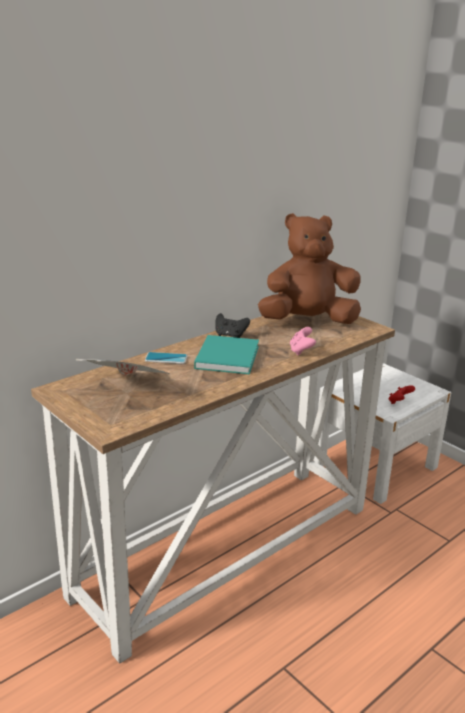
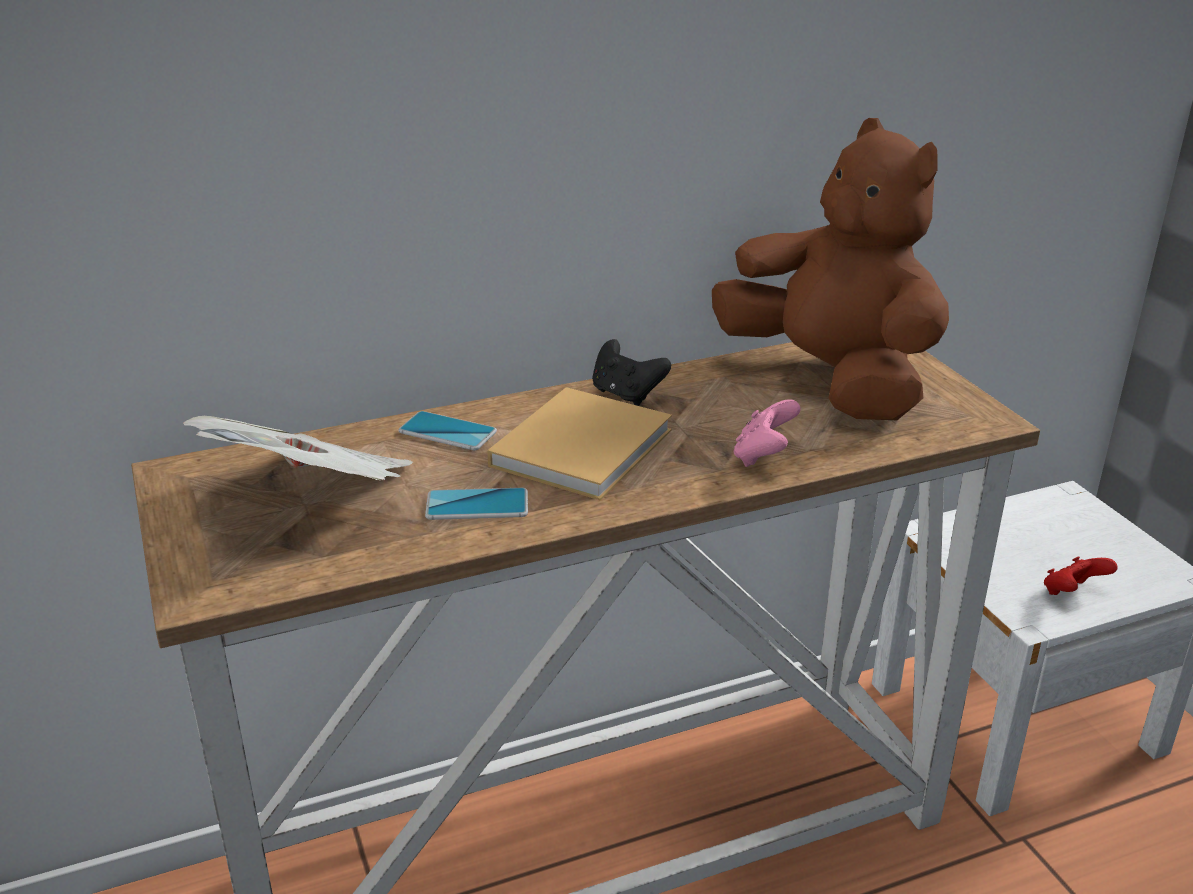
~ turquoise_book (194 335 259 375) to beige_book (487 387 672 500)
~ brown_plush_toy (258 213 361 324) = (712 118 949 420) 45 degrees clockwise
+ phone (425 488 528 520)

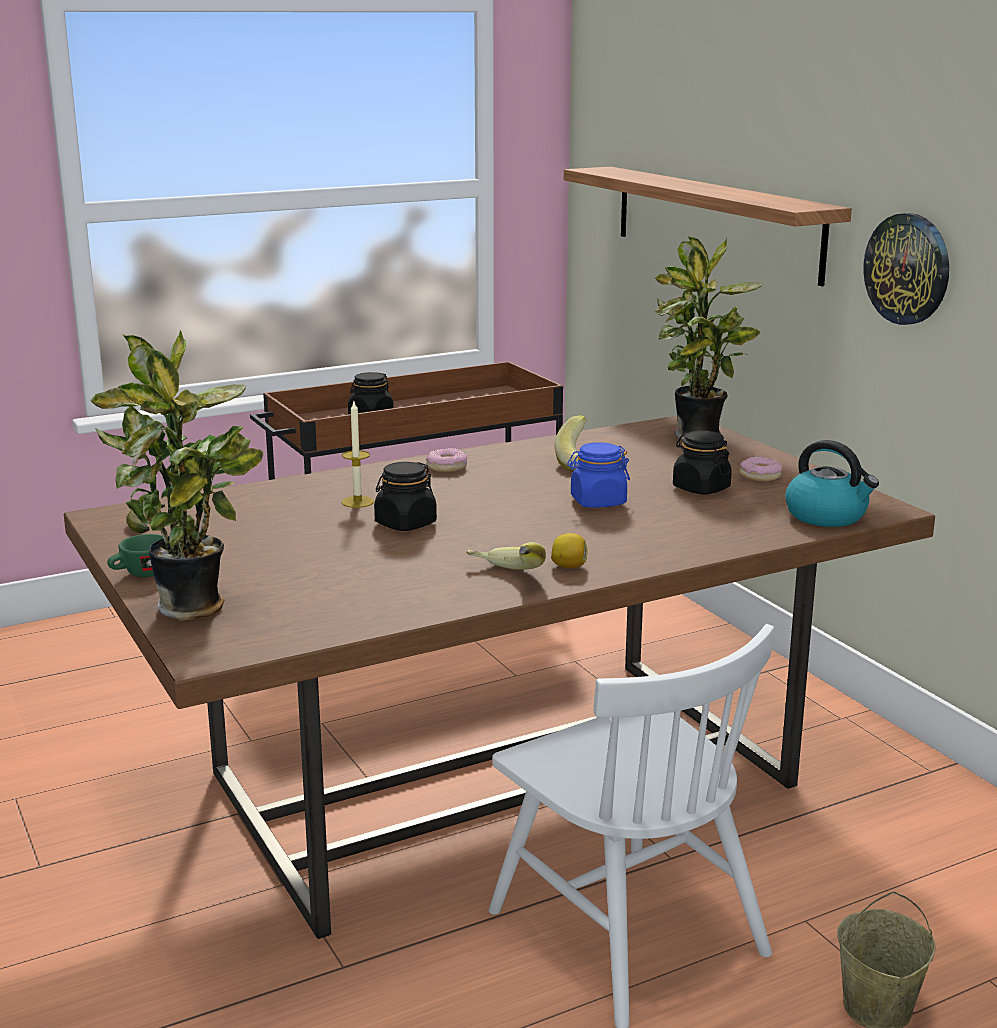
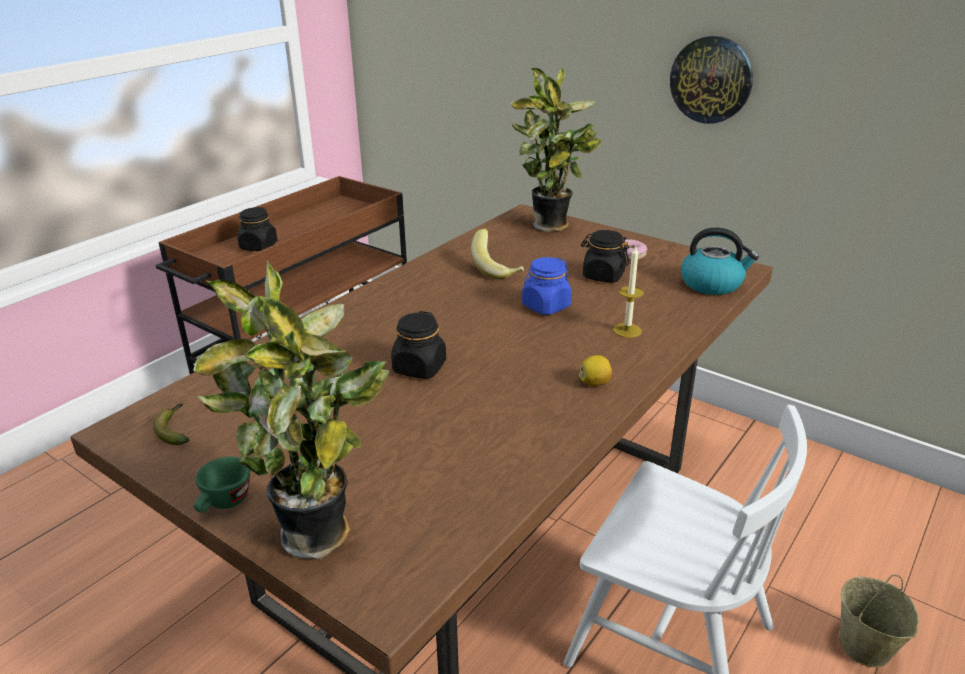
~ candle (341 402 374 508) to (613 247 644 338)
- donut (426 448 468 472)
- banana (466 542 546 570)
- shelf (564 167 852 286)

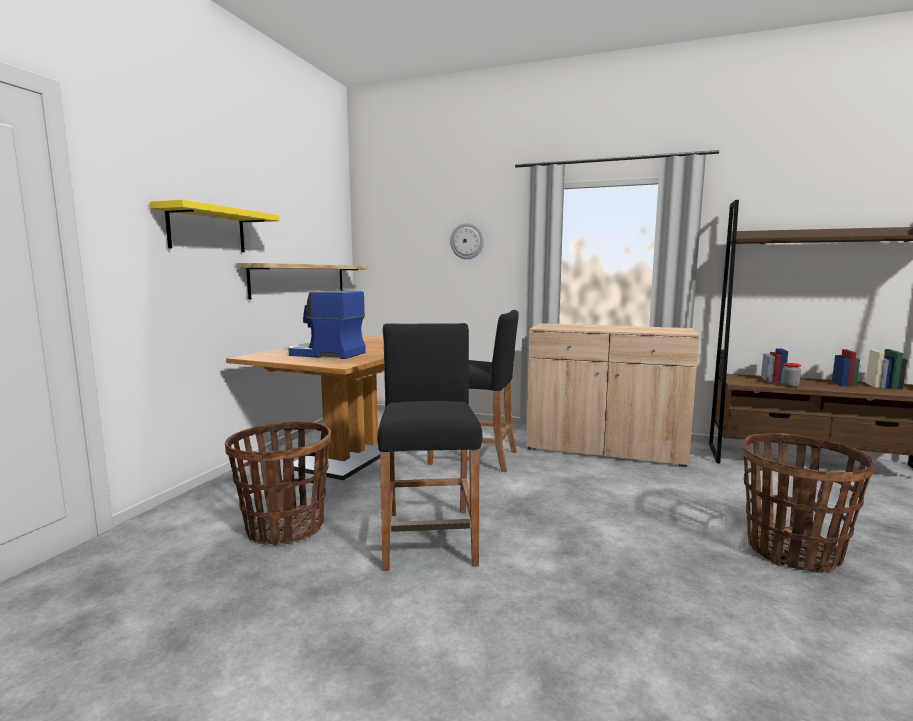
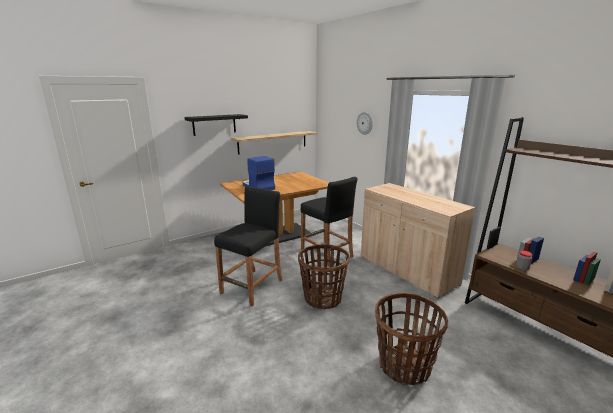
~ yellow_shelf (150 199 280 252) to black_shelf (185 114 248 136)
~ basket (225 421 331 546) to (298 244 349 309)

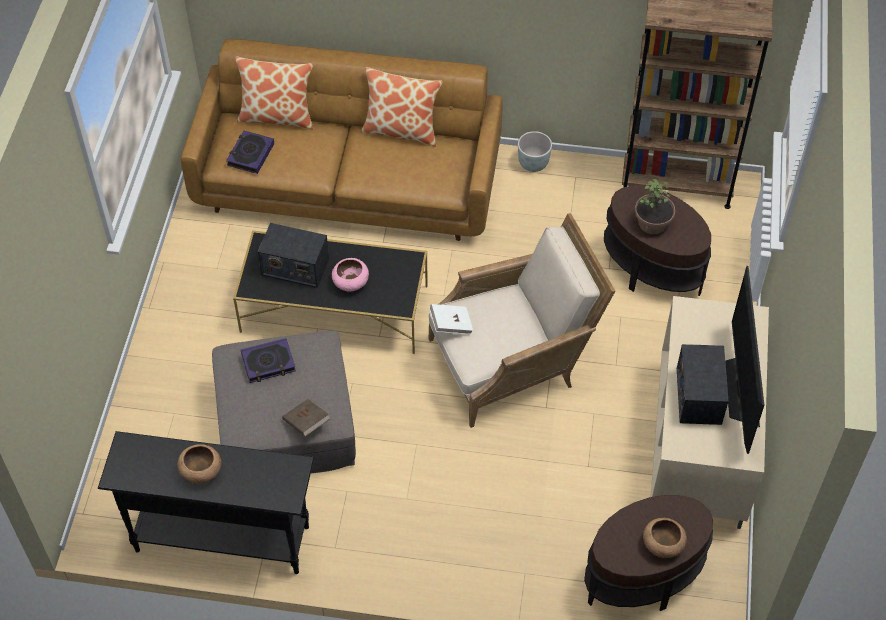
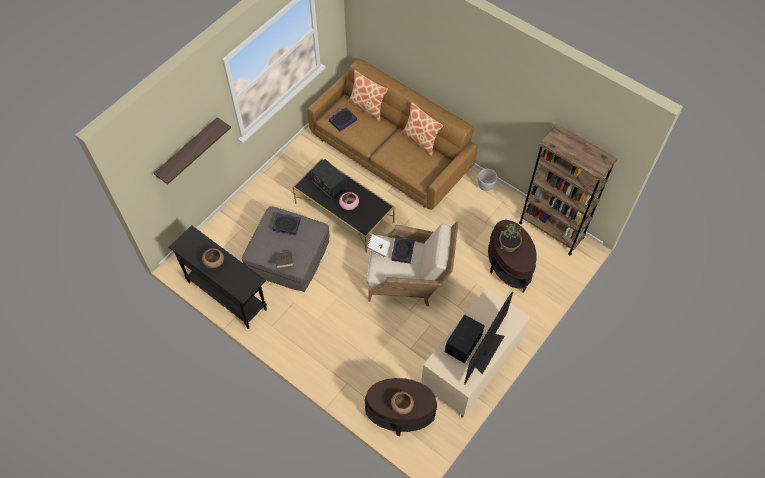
+ shelf (154 117 231 184)
+ book (391 237 415 264)

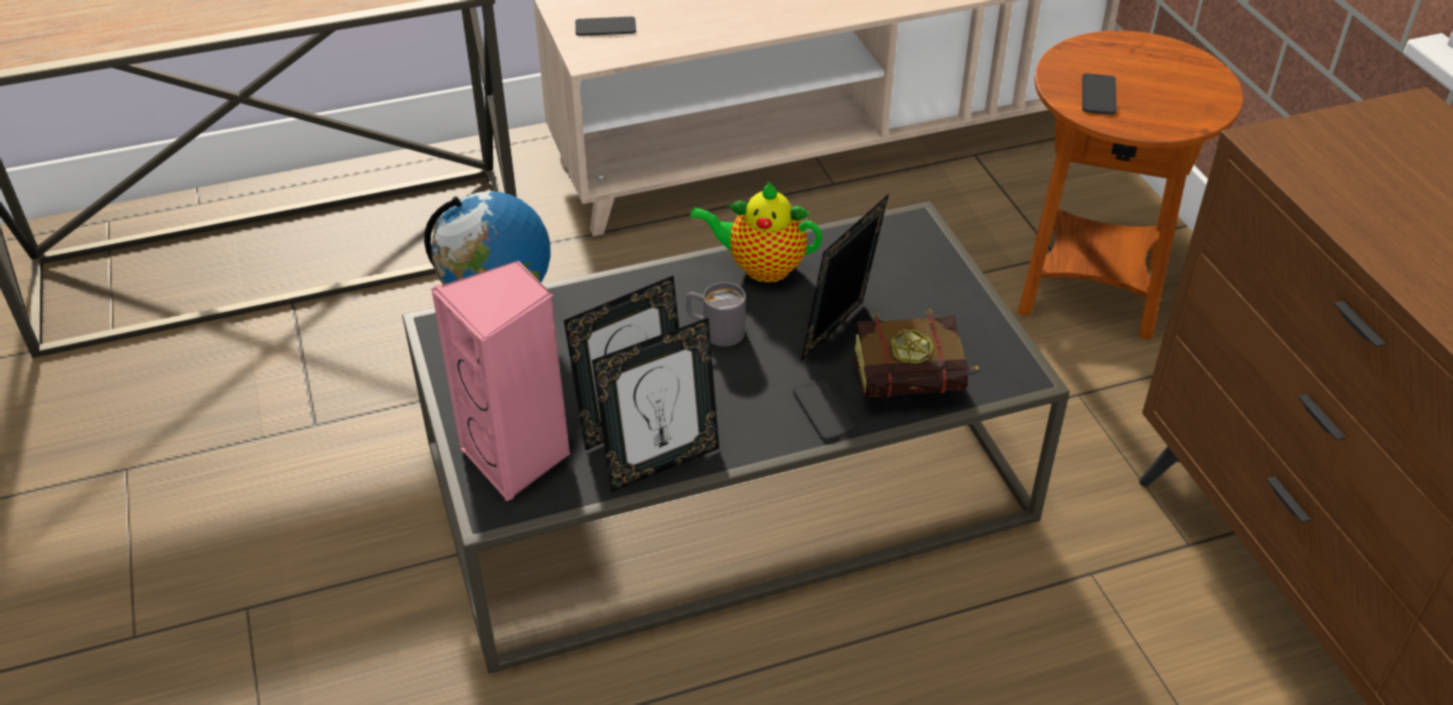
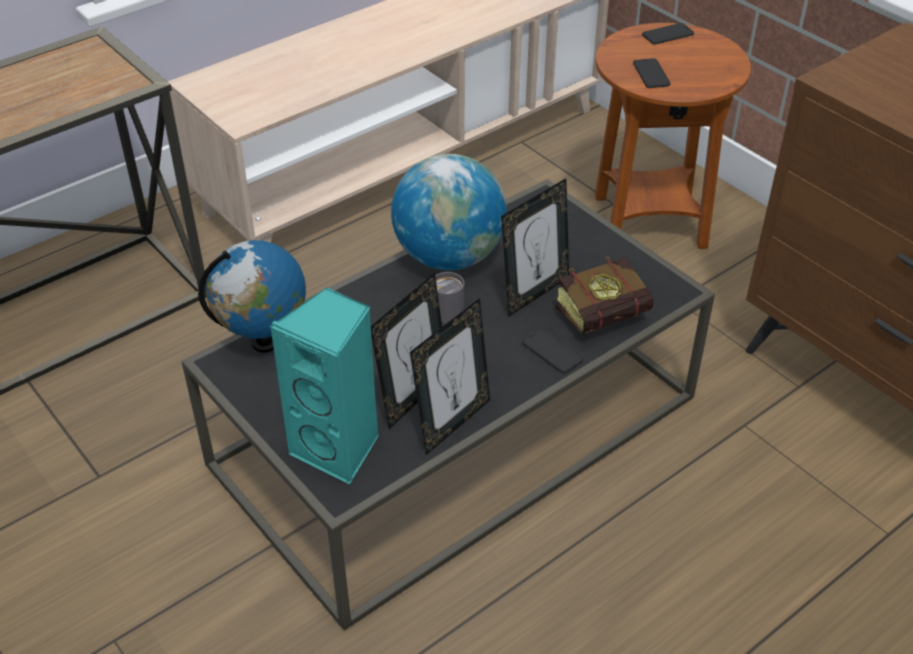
~ pink_speaker (431 260 570 501) to turquoise_speaker (269 287 379 485)
~ phone (575 17 636 36) to (642 23 694 44)
~ teapot (690 182 822 282) to globe (391 154 507 270)
~ picture_frame (801 194 889 361) = (501 178 569 317) 150 degrees counterclockwise

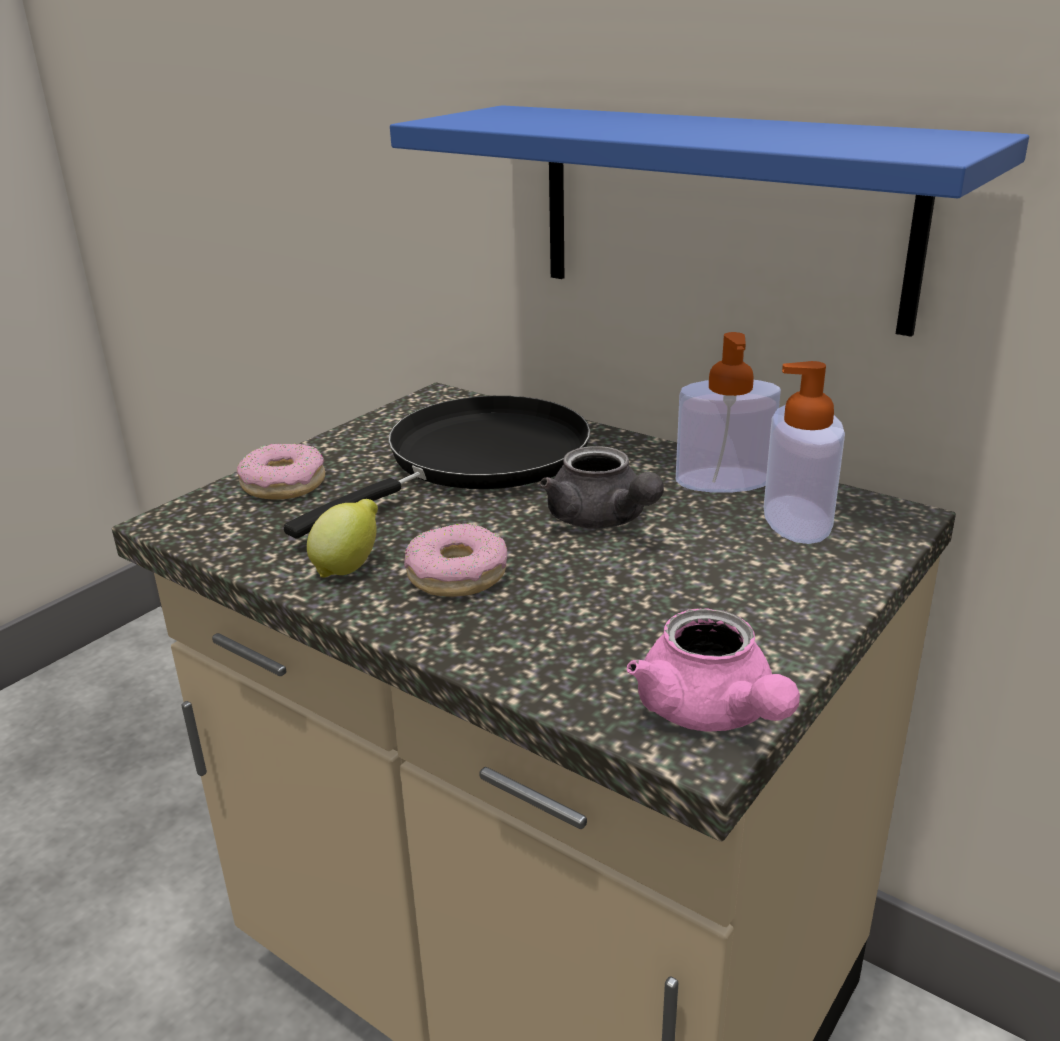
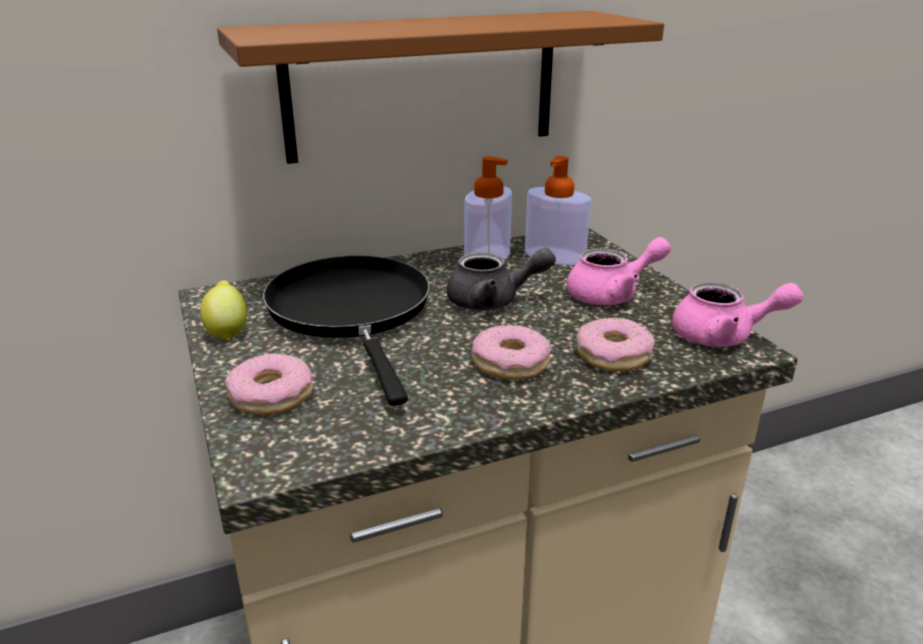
~ lemon (307 499 378 578) to (200 280 247 340)
~ blue_shelf (390 105 1029 337) to brown_shelf (217 11 664 164)
+ pink_teapot (566 237 671 305)
+ donut (576 317 655 371)

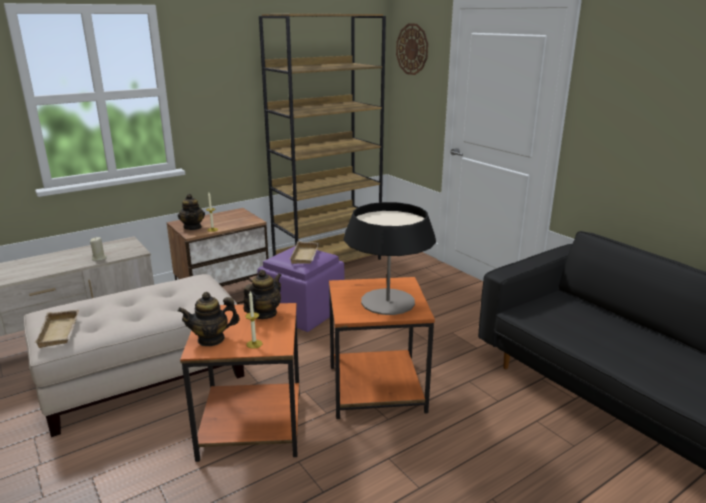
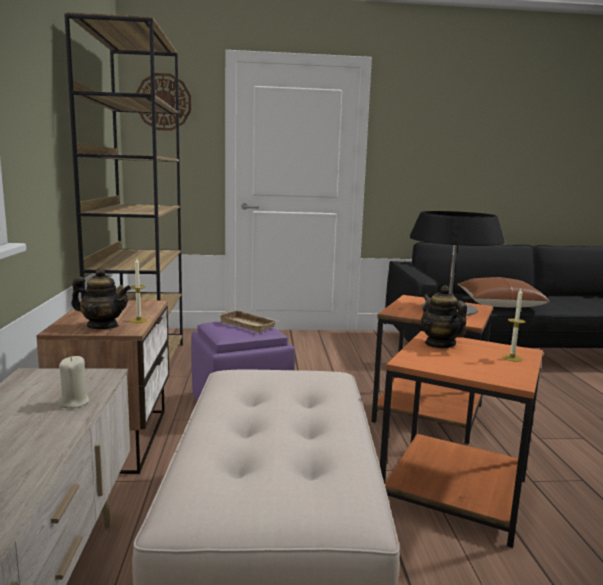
- beige_tray (35 310 79 348)
- teapot (178 292 240 346)
+ brown_pillow (458 277 549 308)

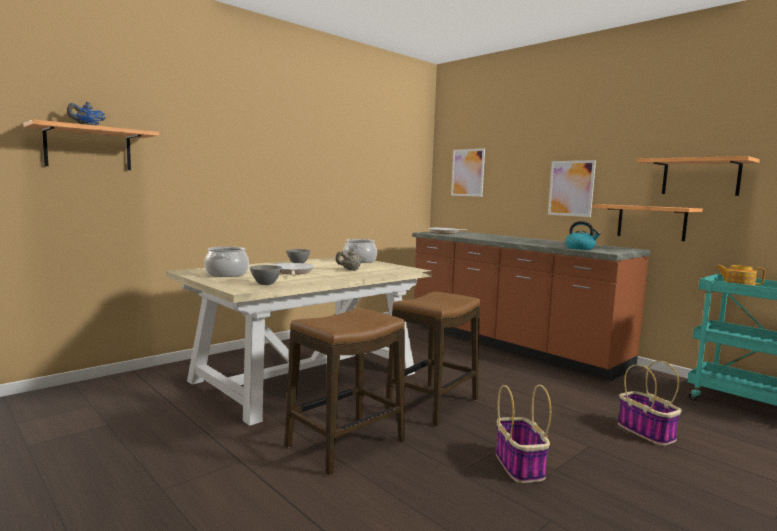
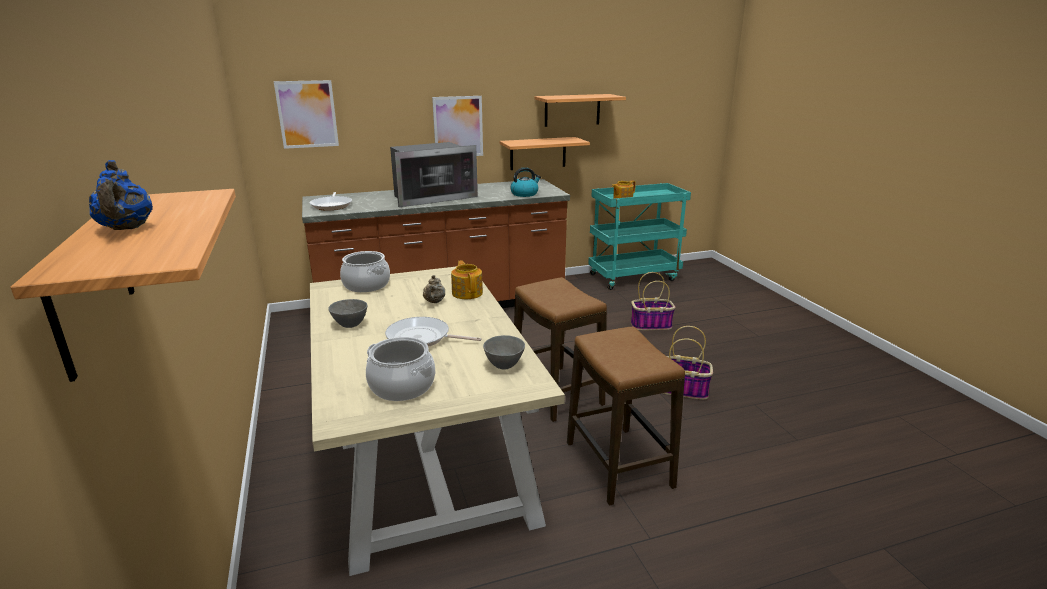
+ microwave (390 142 478 207)
+ teapot (451 260 483 299)

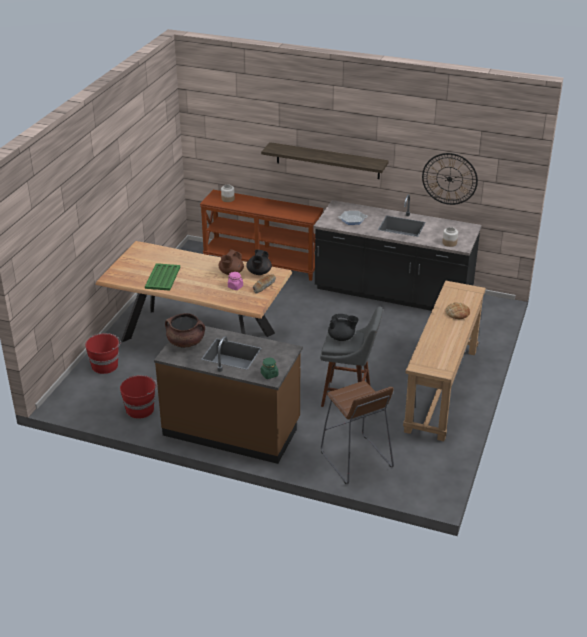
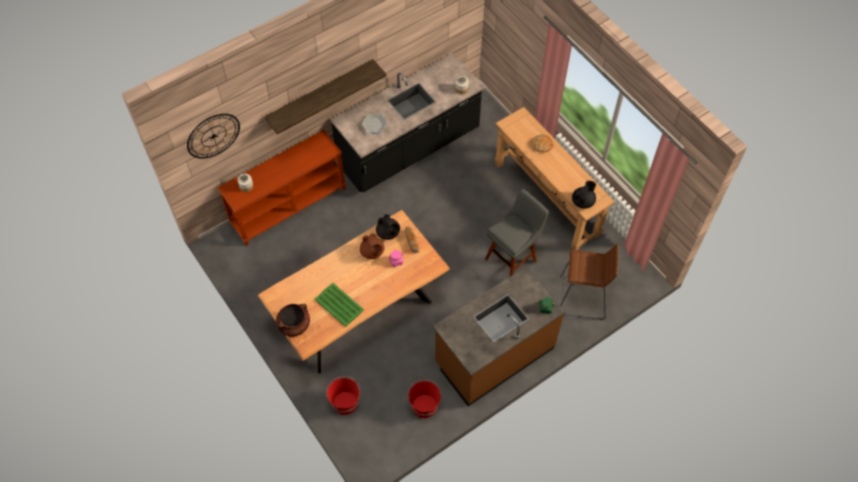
~ brown_cooking_pot (165 313 205 348) to (276 304 310 337)
~ black_teapot (328 314 359 341) to (572 181 596 208)
~ wall_clock (422 153 478 205) to (187 114 240 159)

